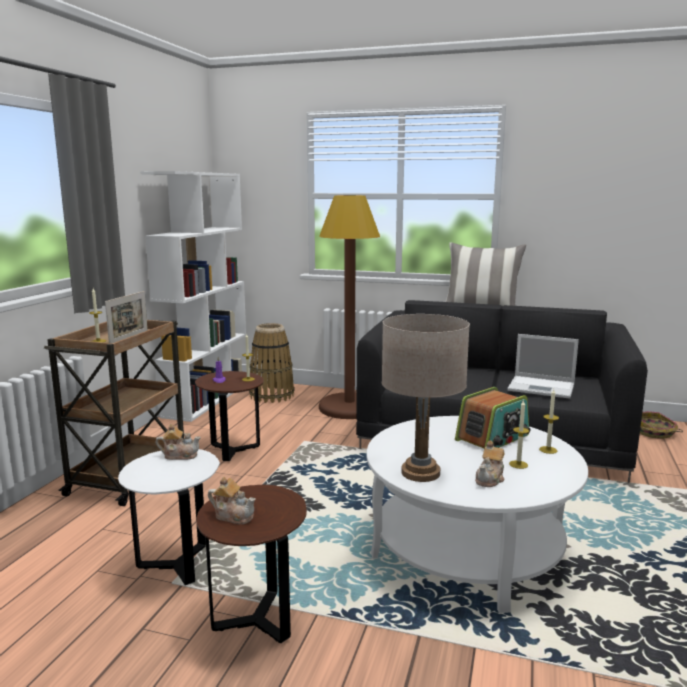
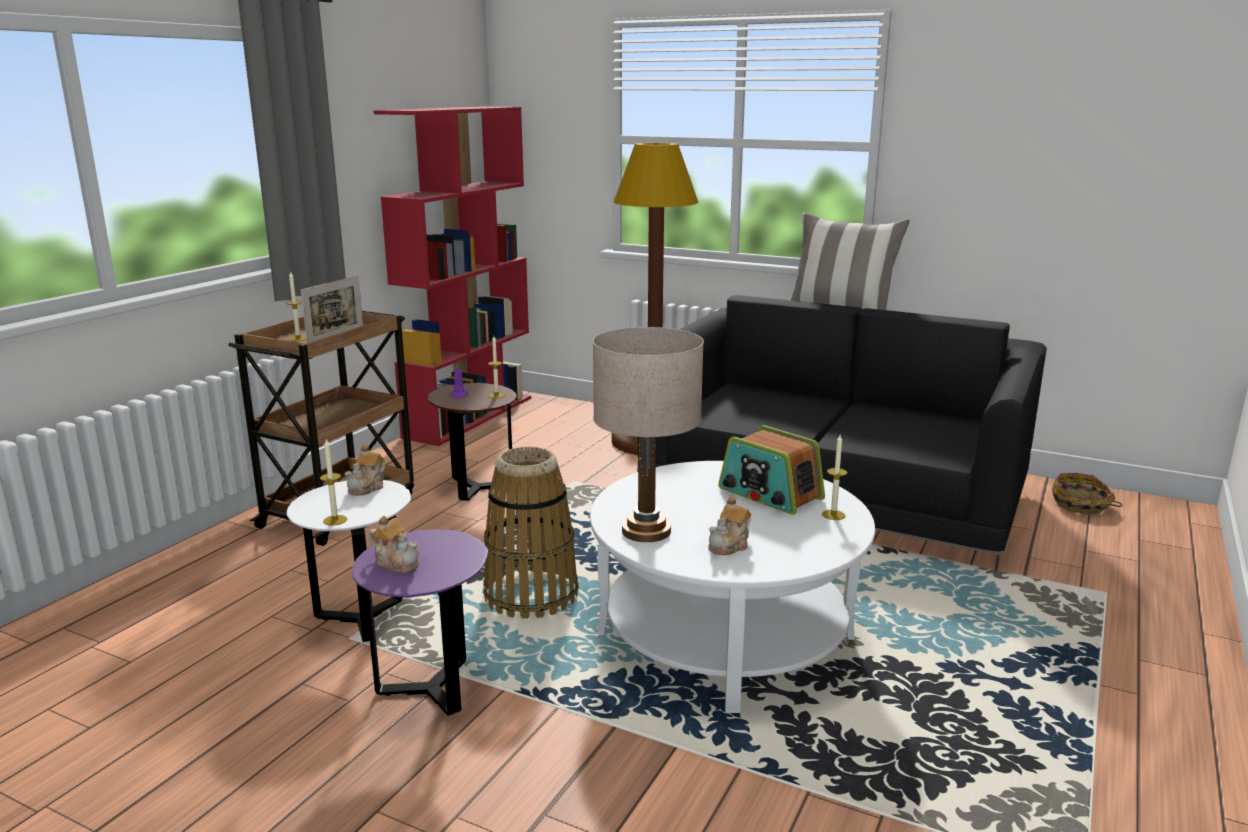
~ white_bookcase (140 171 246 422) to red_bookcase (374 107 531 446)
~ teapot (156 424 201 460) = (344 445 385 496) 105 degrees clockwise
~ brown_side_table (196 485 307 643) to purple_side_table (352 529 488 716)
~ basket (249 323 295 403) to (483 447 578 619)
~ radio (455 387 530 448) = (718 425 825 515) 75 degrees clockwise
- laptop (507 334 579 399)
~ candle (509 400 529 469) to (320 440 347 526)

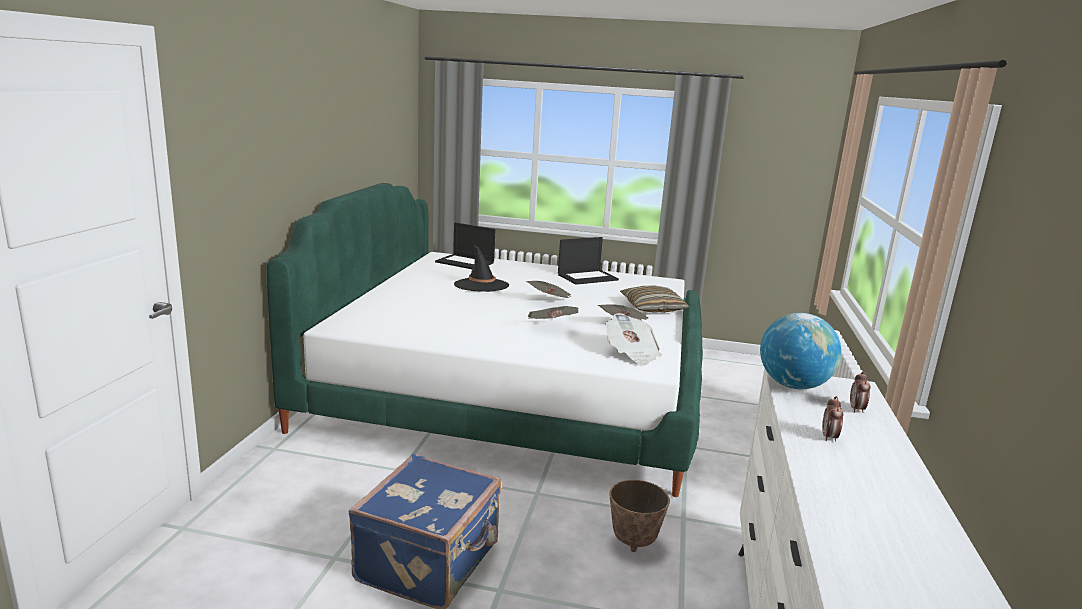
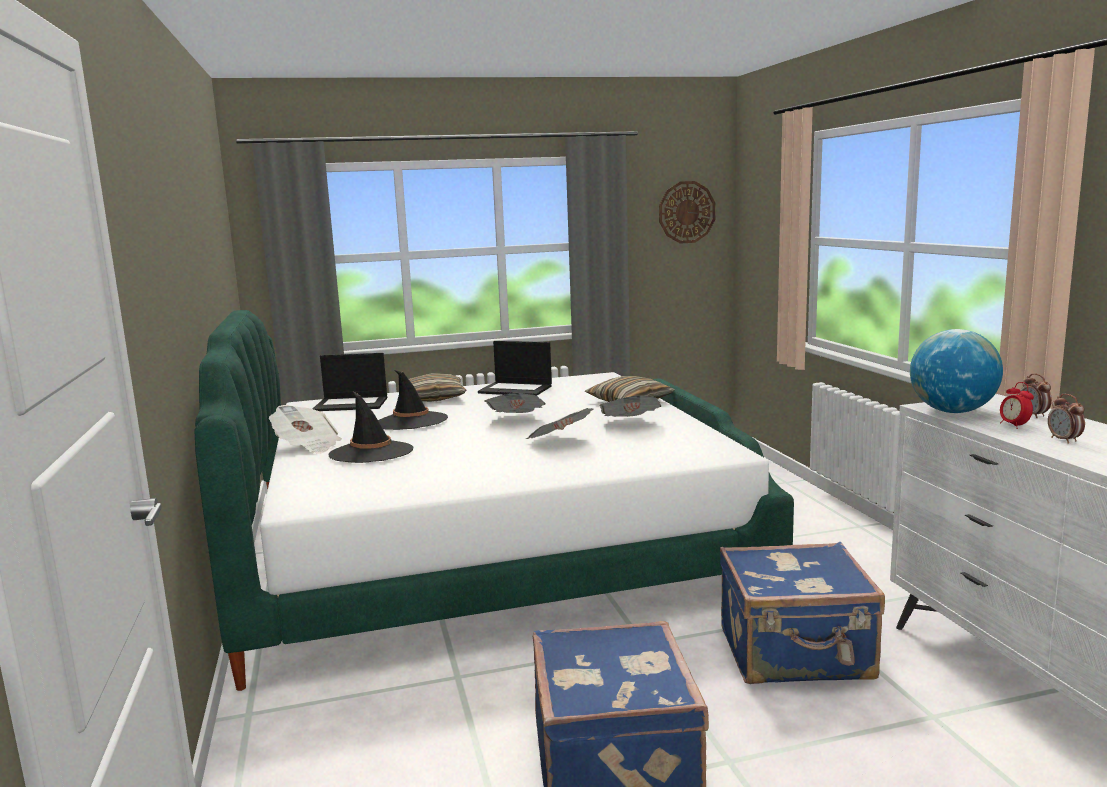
~ laptop (558 237 619 285) = (478 341 552 396) 75 degrees clockwise
~ newspaper (605 313 662 366) to (269 405 342 453)
~ planter (609 480 670 552) to blue_suitcase (720 542 885 684)
+ black_hat (329 392 413 463)
+ pillow (409 373 466 402)
+ wall_clock (659 181 715 244)
+ alarm_clock (1000 382 1034 429)

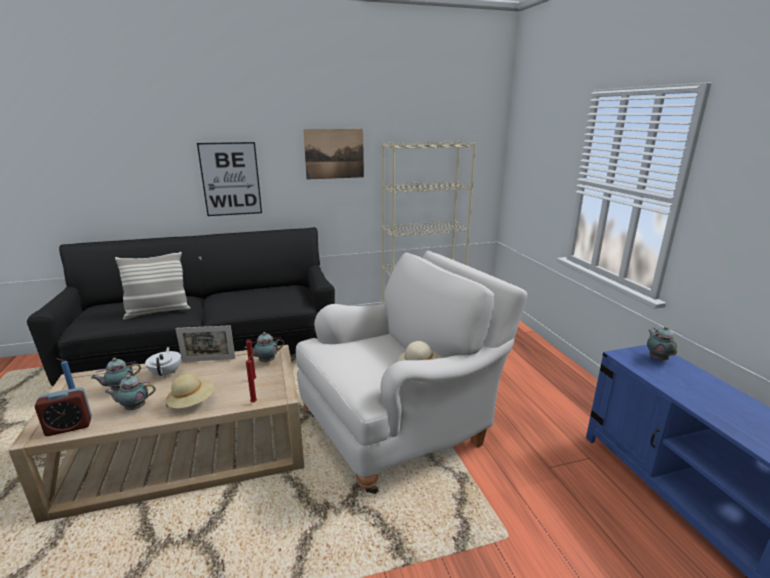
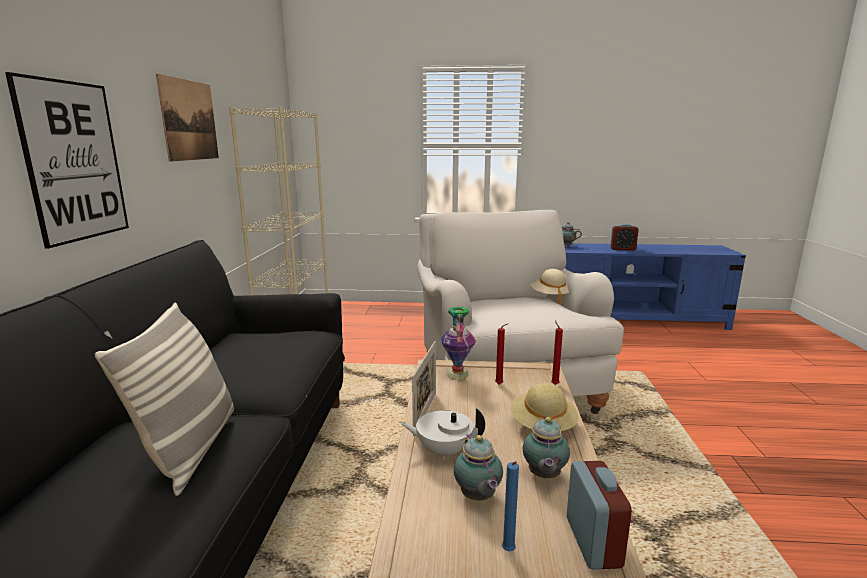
~ teapot (244 332 285 362) to vase (441 307 476 379)
+ alarm_clock (610 224 639 251)

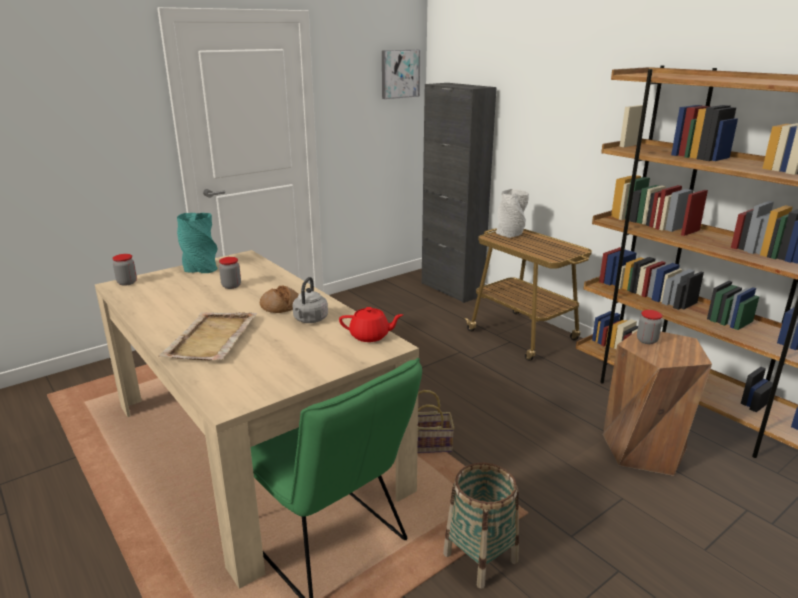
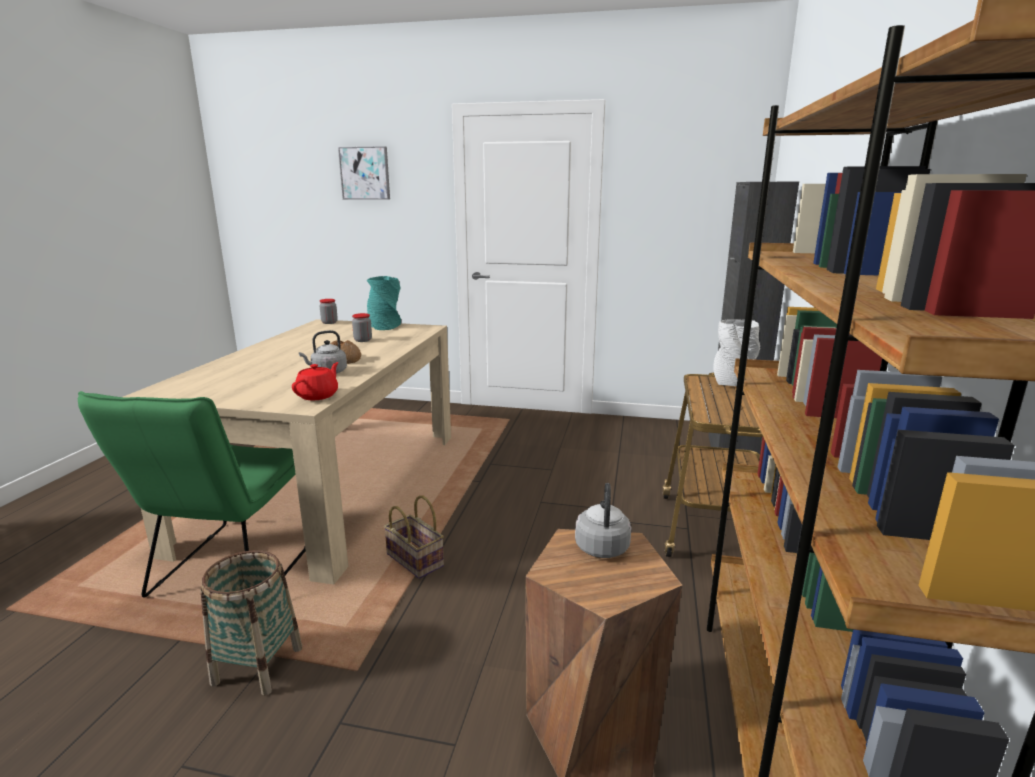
- beige_tray (158 312 257 360)
~ red_teapot (339 307 403 342) = (292 362 339 400) 120 degrees counterclockwise
~ picture (382 50 420 99) to (338 146 390 200)
~ jar (637 310 663 344) to grey_kettle (575 483 632 558)

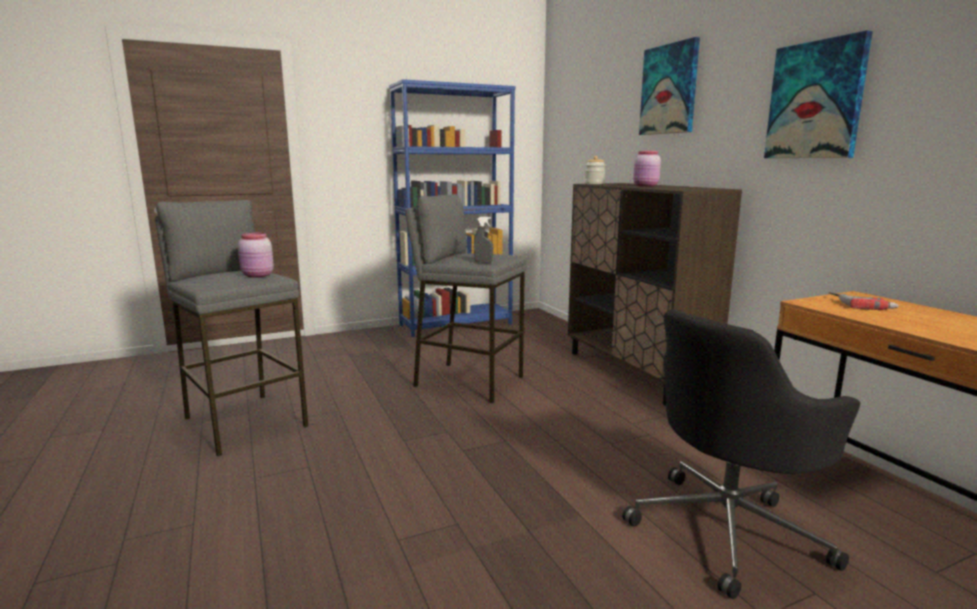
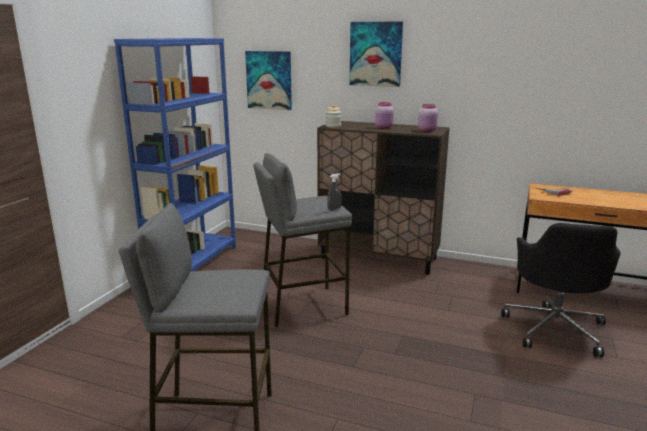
~ pink_jar (238 232 274 278) to (418 104 438 132)
~ picture (764 30 873 158) to (245 51 292 110)

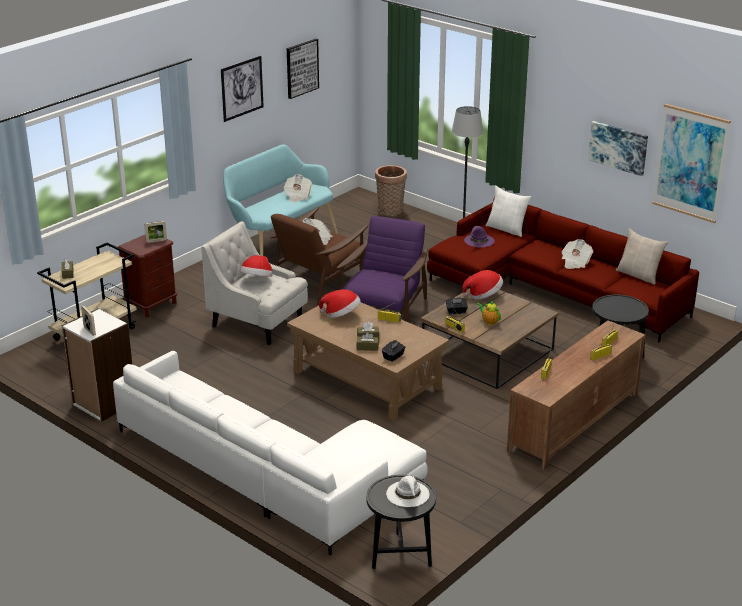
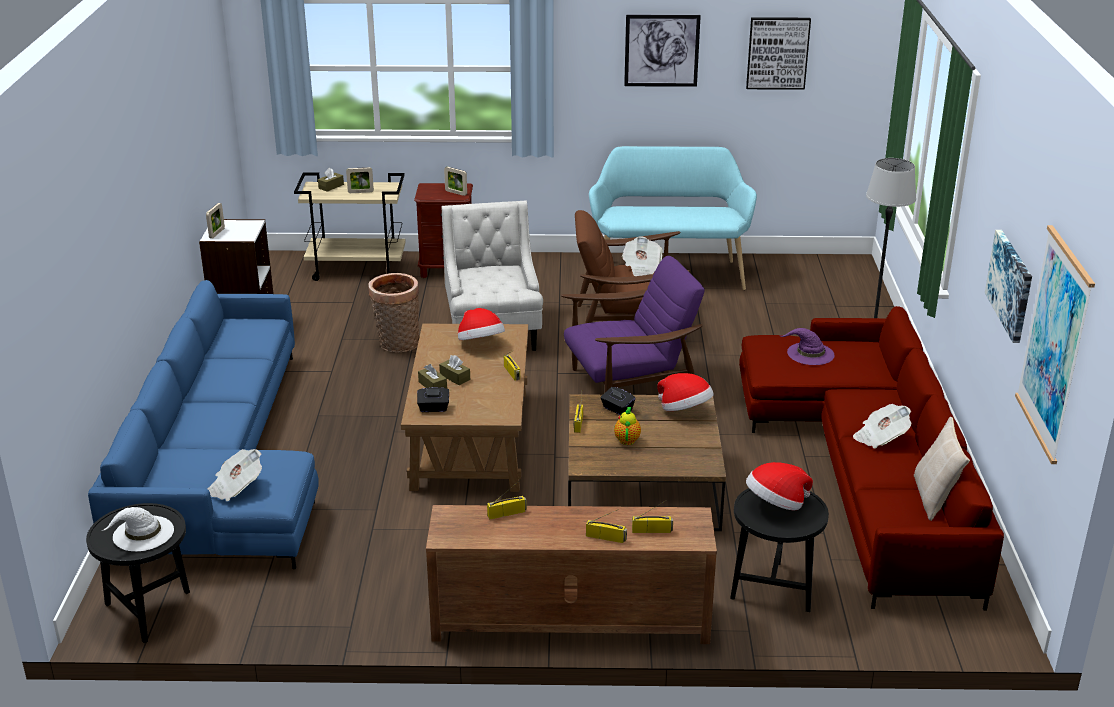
~ white_sofa (113 351 428 555) to blue_sofa (88 280 319 569)
~ hat (240 255 273 277) to (746 462 813 510)
~ newspaper (284 174 313 202) to (208 449 262 501)
~ basket (375 165 407 216) to (368 273 419 353)
- white_pillow (486 186 532 237)
+ picture_frame (346 167 374 193)

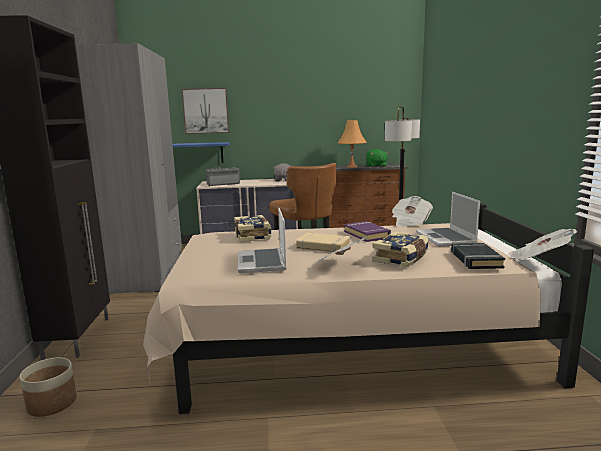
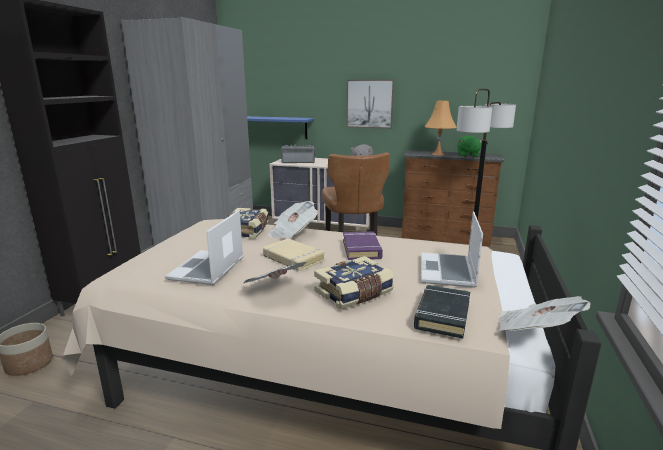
~ picture (182 88 229 134) to (346 80 394 129)
~ newspaper (392 196 433 227) to (268 201 318 239)

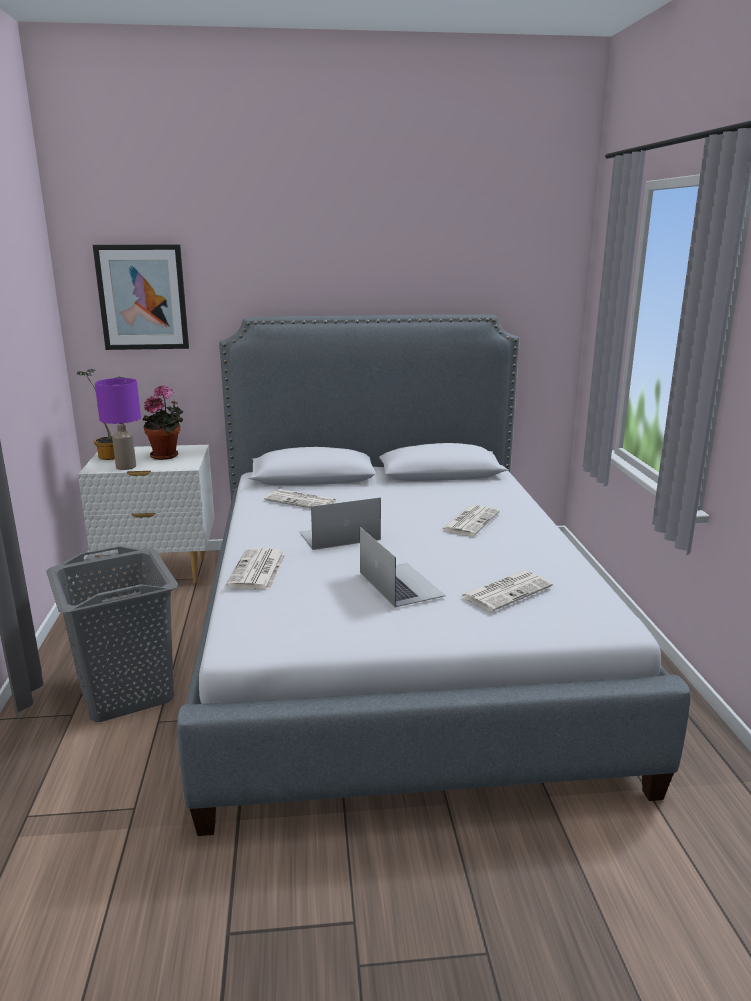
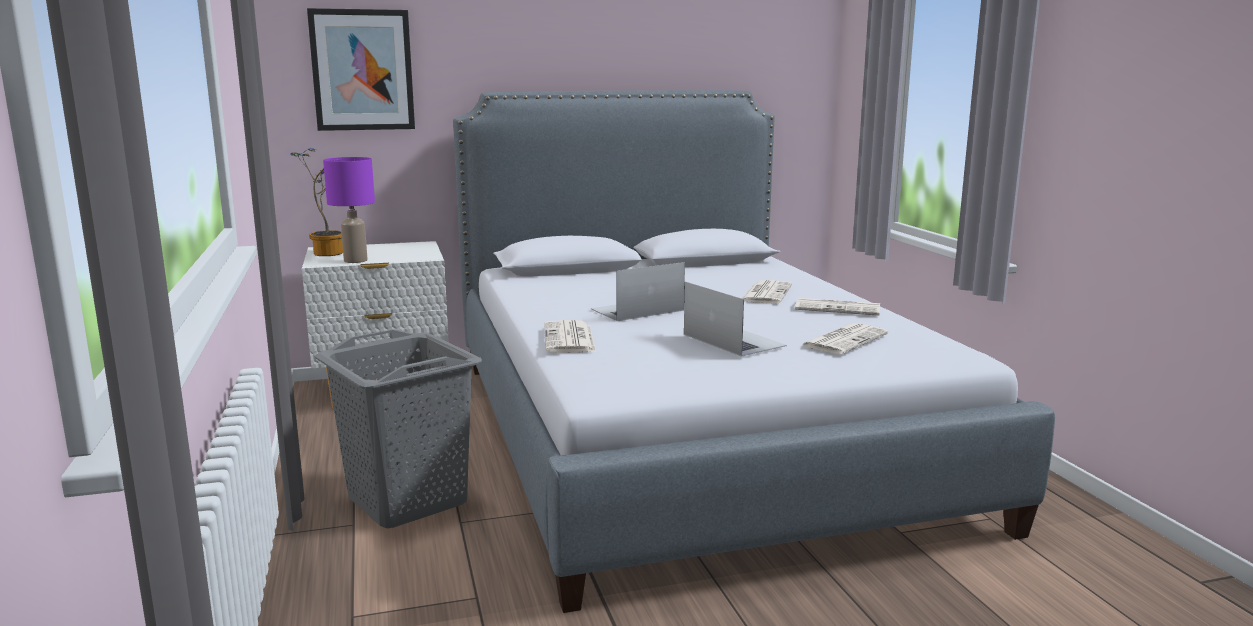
- potted_plant (143 385 183 460)
~ newspaper (264 489 337 508) to (795 298 880 316)

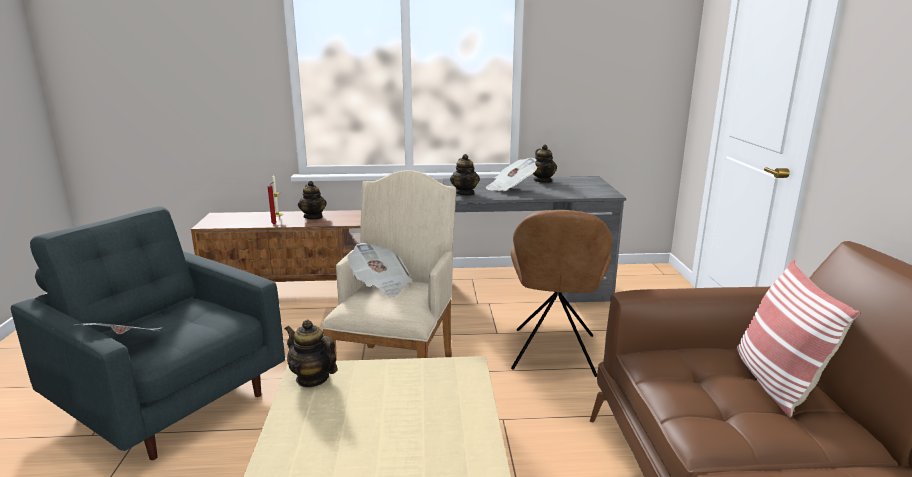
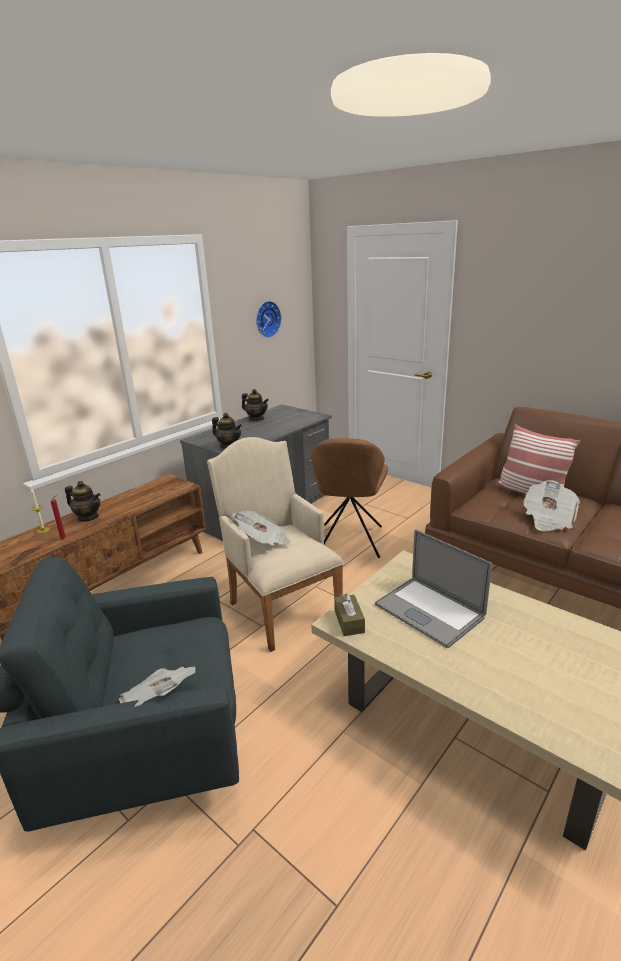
~ teapot (285 320 338 387) to brown_tissue_box (334 593 365 636)
~ newspaper (486 158 537 191) to (523 480 580 532)
~ brown_chair (511 210 613 377) = (311 438 388 558) 45 degrees clockwise
+ wall_clock (256 301 282 338)
+ laptop (375 529 492 648)

